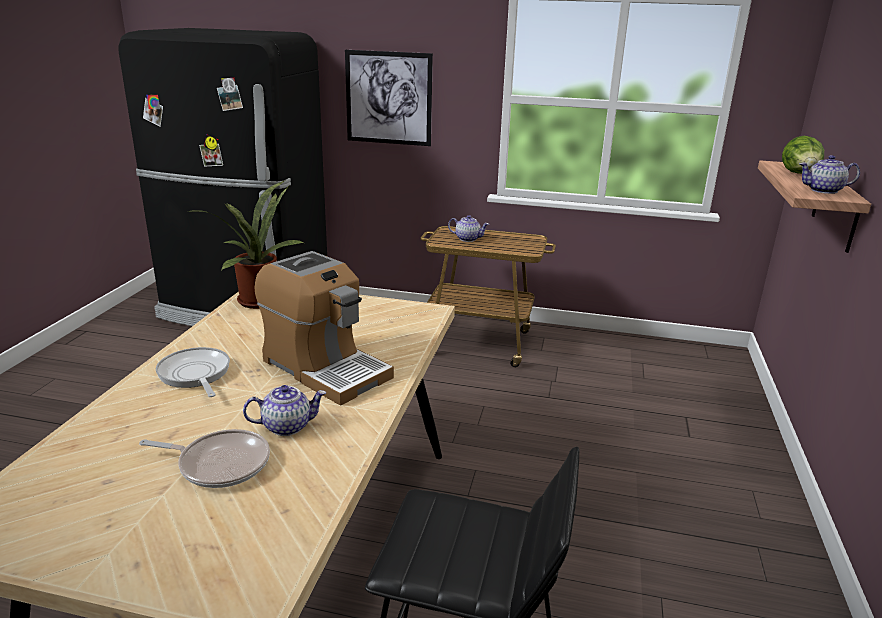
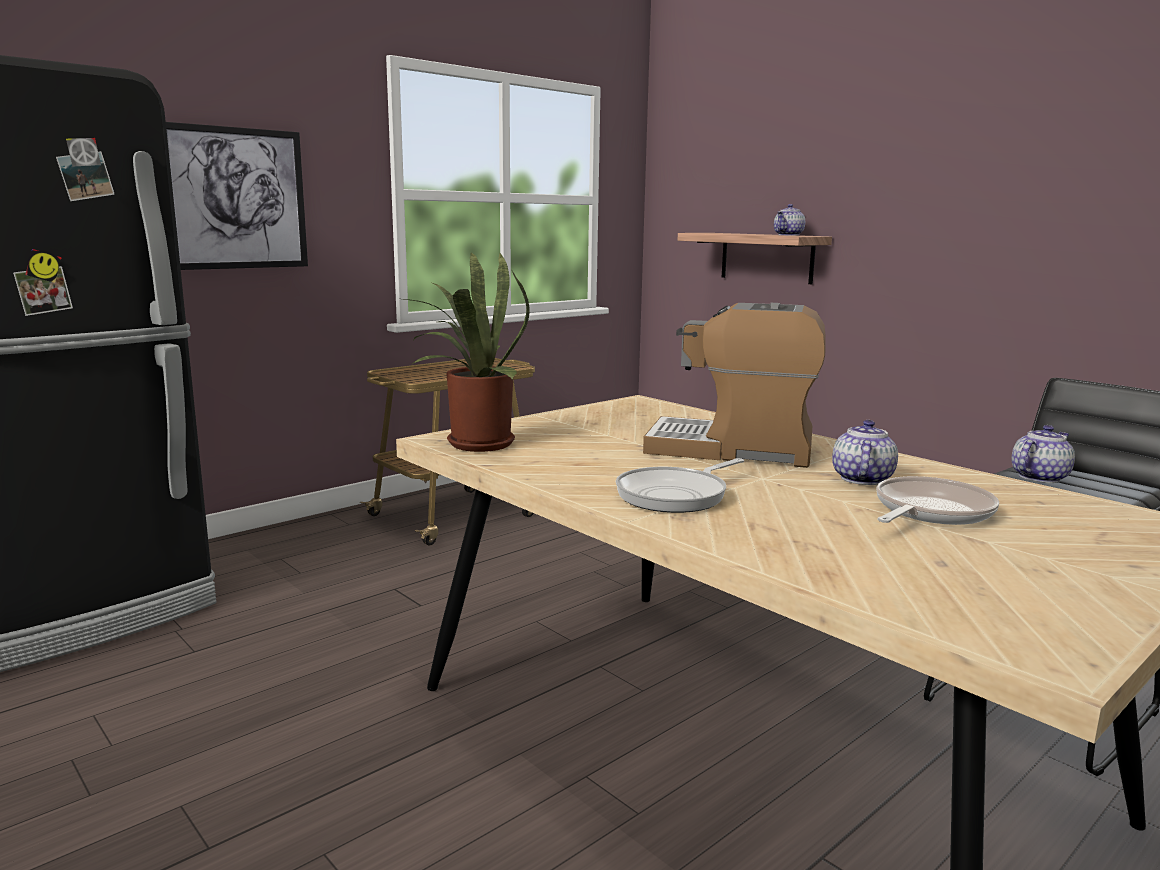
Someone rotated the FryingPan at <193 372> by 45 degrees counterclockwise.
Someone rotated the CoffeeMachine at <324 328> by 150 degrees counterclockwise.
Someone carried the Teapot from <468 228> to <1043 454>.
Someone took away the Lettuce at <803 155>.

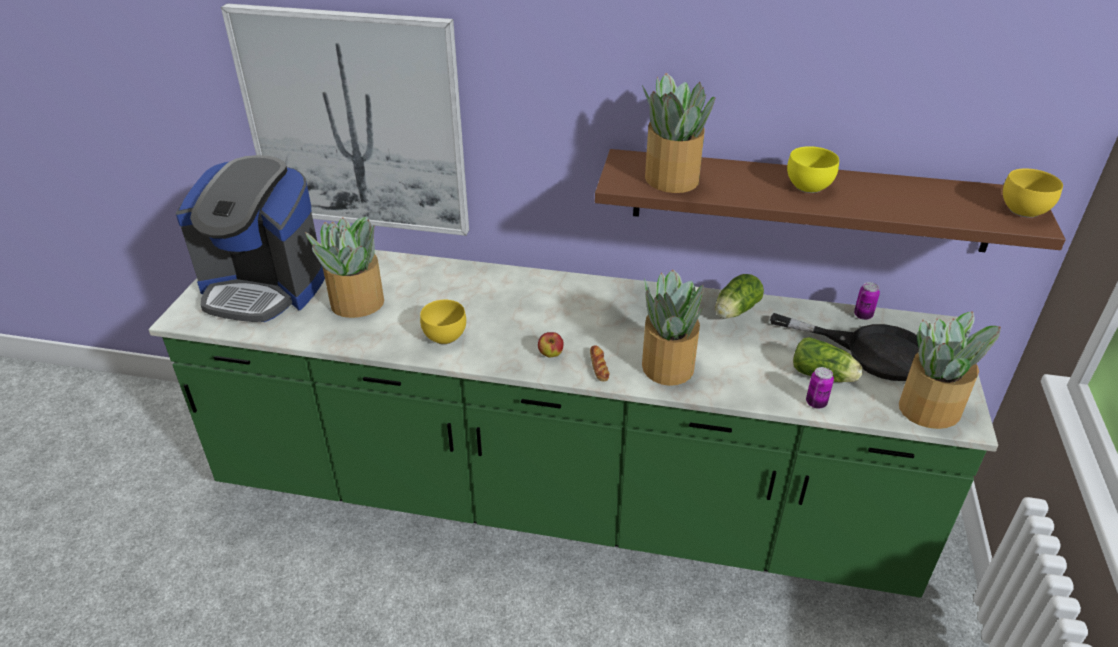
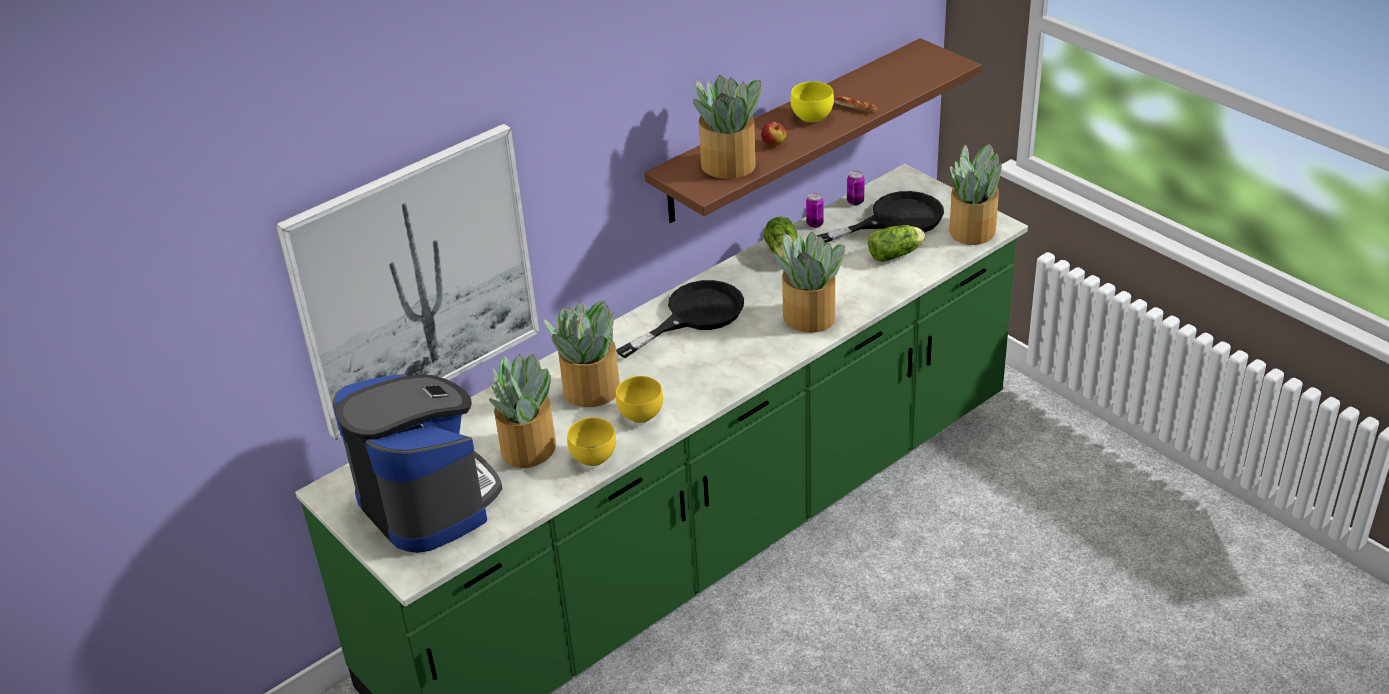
Someone rotated the CoffeeMachine at <250 238> by 90 degrees counterclockwise.
Someone put down the PottedPlant at <581 354>.
Someone carried the YellowBowl from <1033 193> to <591 442>.
Someone put down the BlackFryingPan at <680 319>.
Someone carried the Apple from <551 345> to <774 134>.
Someone carried the Can from <820 388> to <815 210>.
Someone carried the Bread from <599 363> to <855 104>.

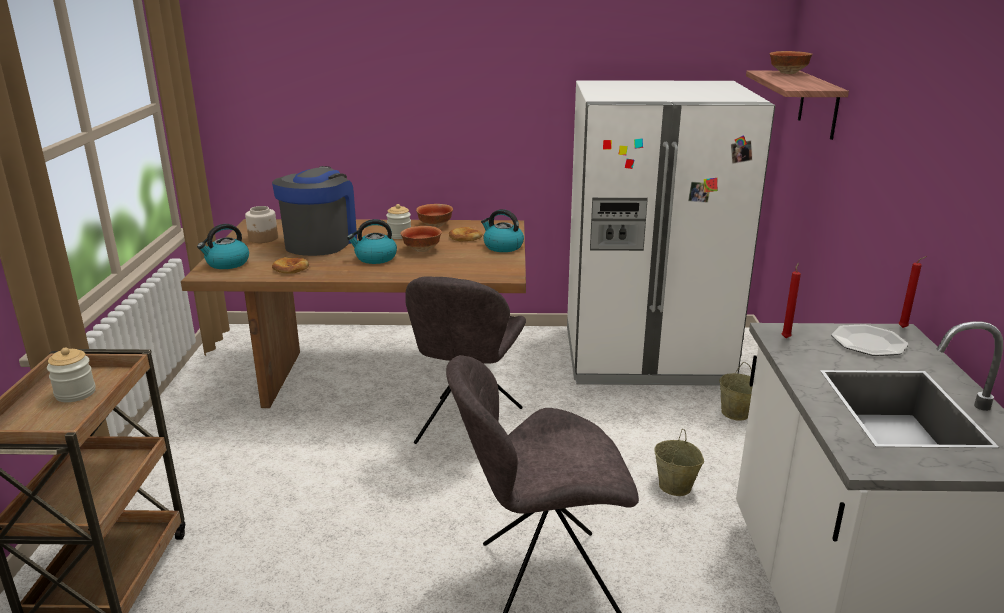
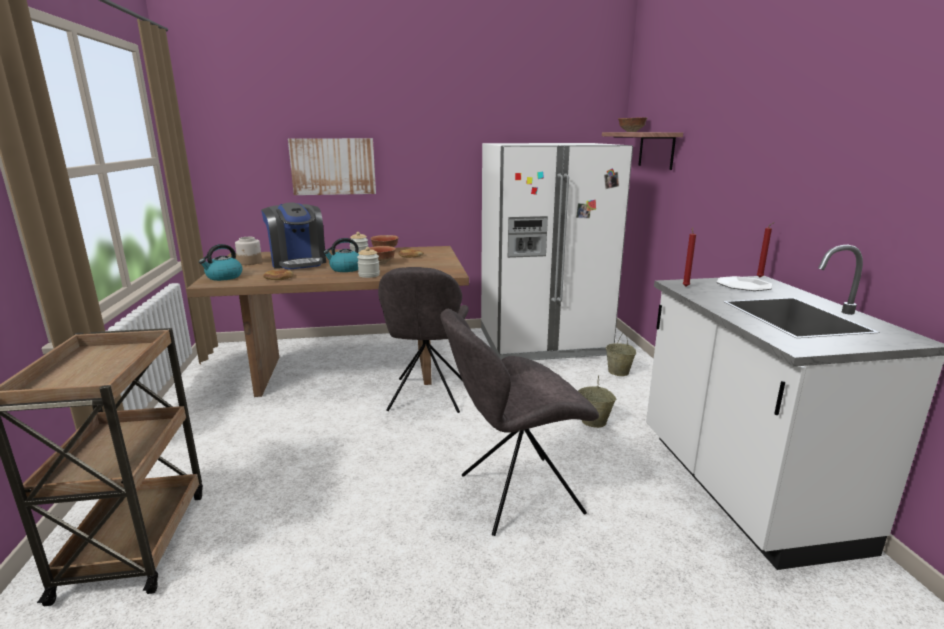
Someone rotated the CoffeeMachine at <314 211> by 150 degrees clockwise.
Someone put up the Picture at <332 166>.
Someone carried the Jar from <71 375> to <368 262>.
Someone took away the Kettle at <502 230>.

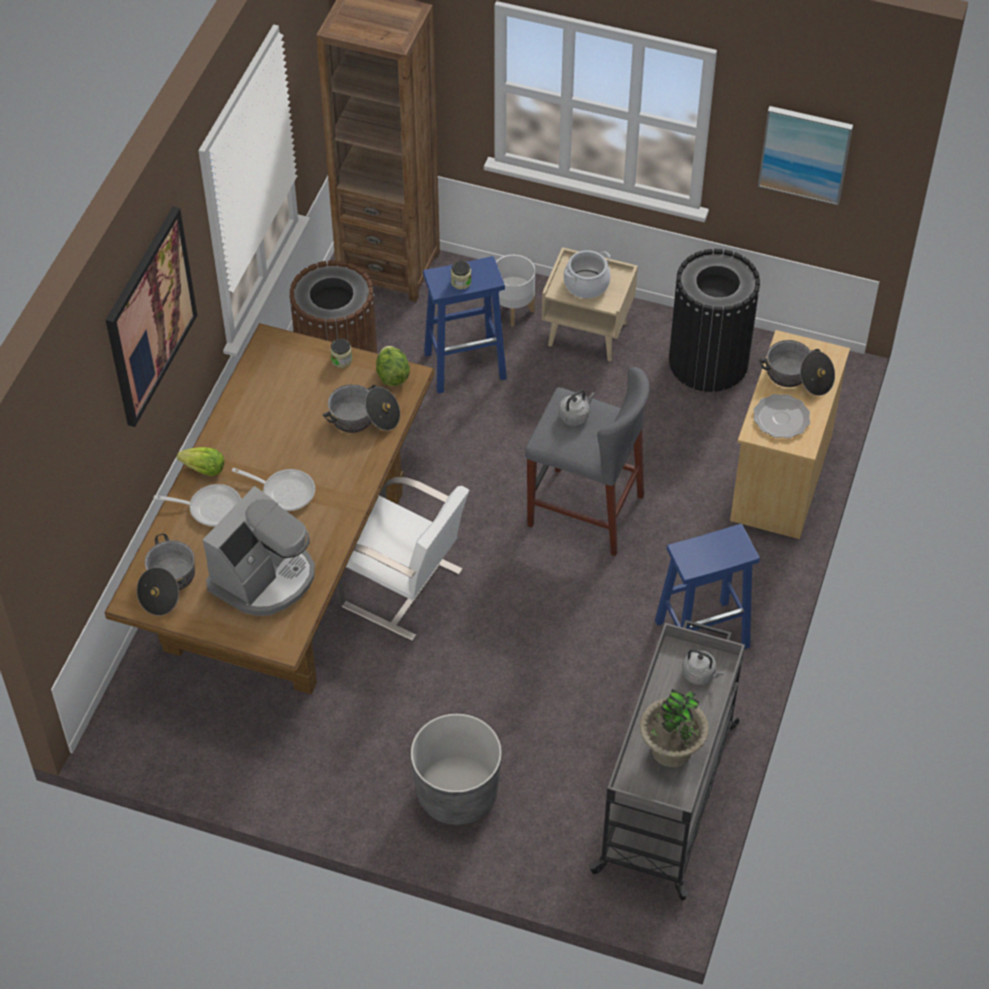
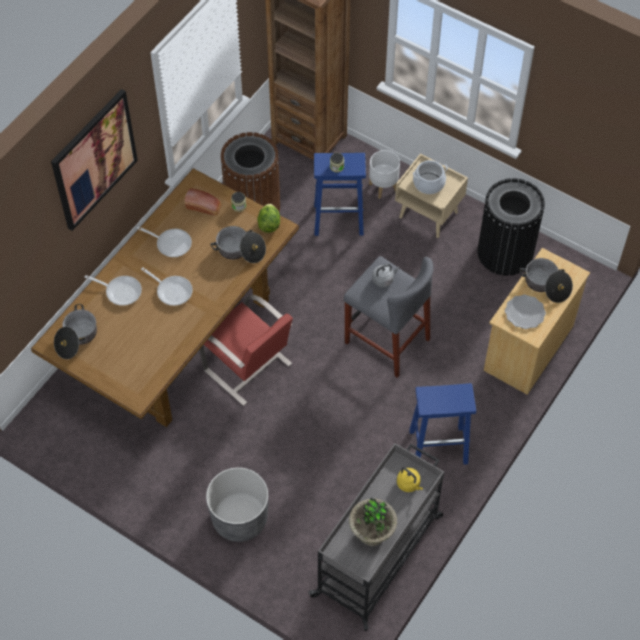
Someone put down the FryingPan at <164 241>.
Someone put down the Bread at <203 202>.
Someone repainted the WhiteChair at <402 559>, which became the RedChair at <246 350>.
Someone repainted the GreyKettle at <703 667>, which became the YellowKettle at <410 480>.
Someone took away the Lettuce at <201 461>.
Someone took away the CoffeeMachine at <259 551>.
Someone took away the Picture at <805 155>.

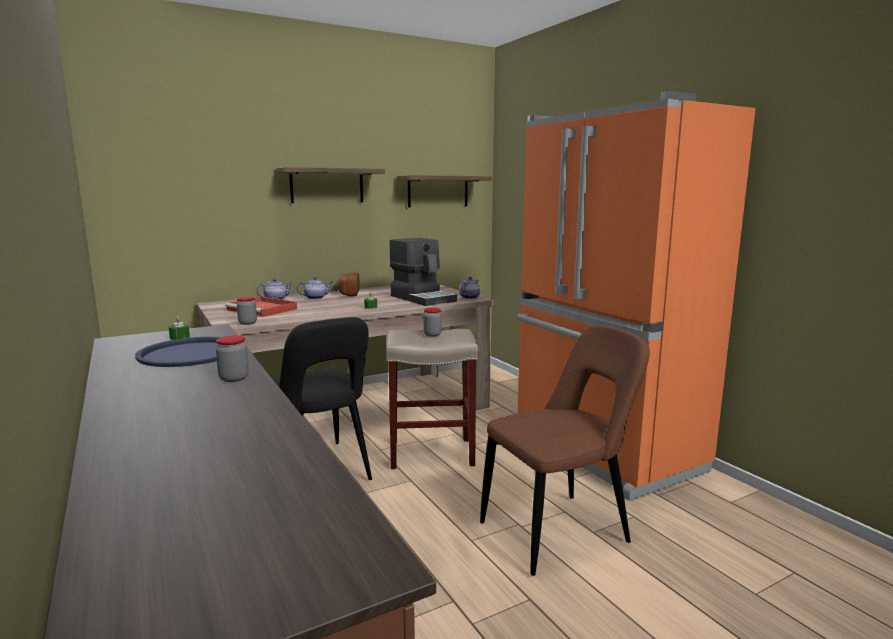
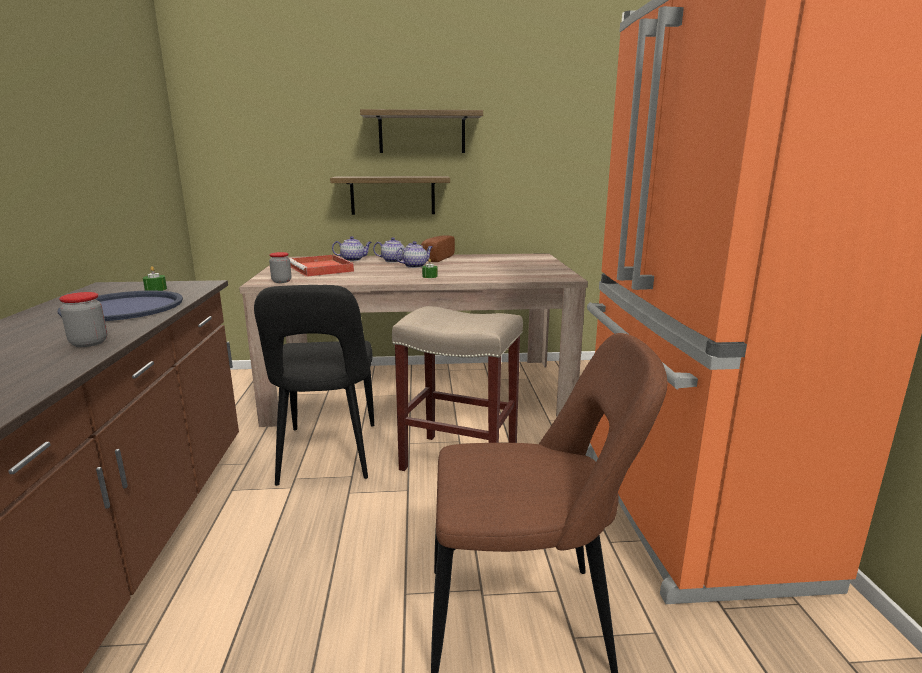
Someone carried the Shelf from <444 191> to <390 195>.
Someone carried the Teapot from <470 288> to <414 254>.
Someone took away the CoffeeMachine at <423 272>.
Someone took away the Jar at <432 322>.

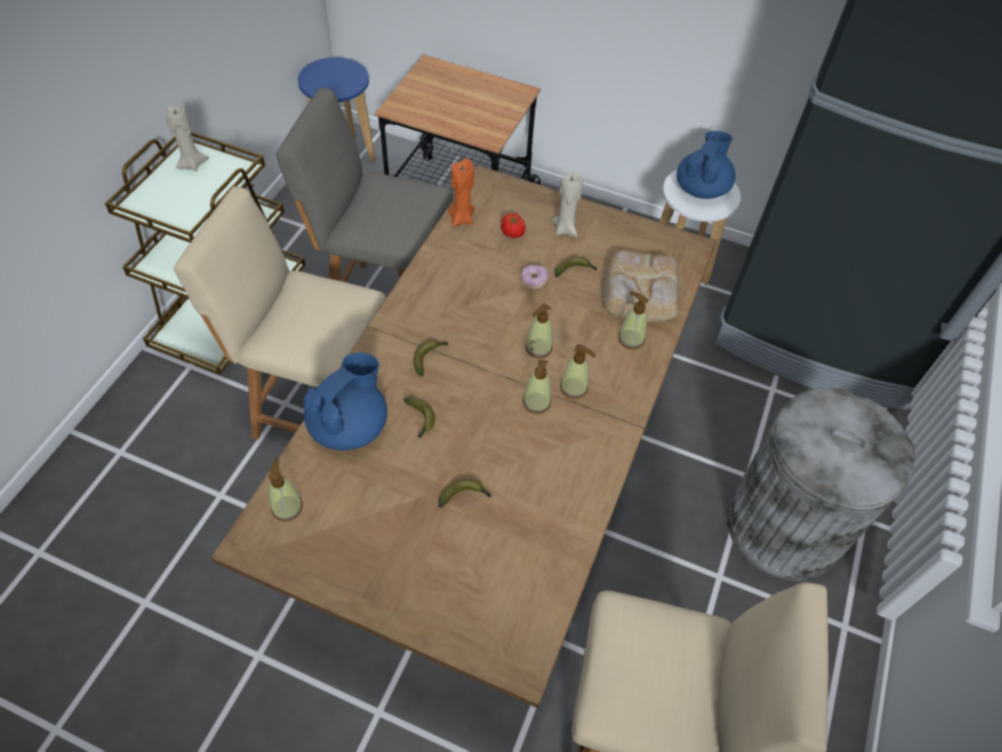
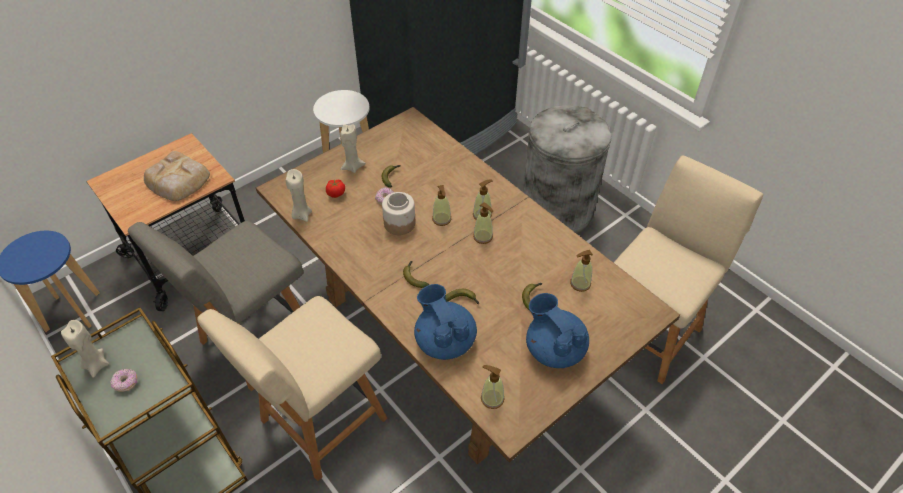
Someone put down the Donut at <124 380>.
Someone carried the Bread from <640 286> to <177 176>.
Someone repainted the OrangeCandle at <461 192>, which became the BeigeCandle at <299 195>.
Someone put down the Jar at <399 213>.
Someone carried the BlueTeapot from <706 165> to <557 330>.
Someone carried the SoapDispenser from <633 320> to <581 271>.

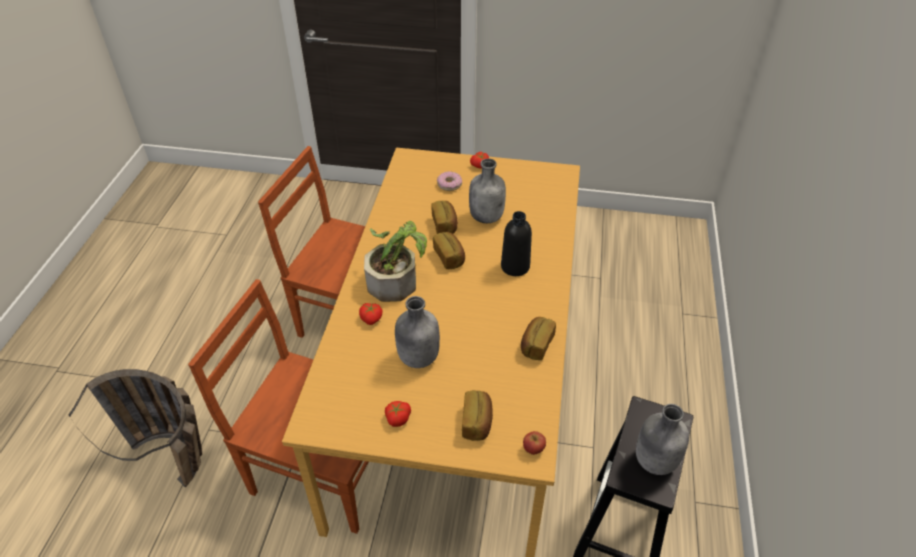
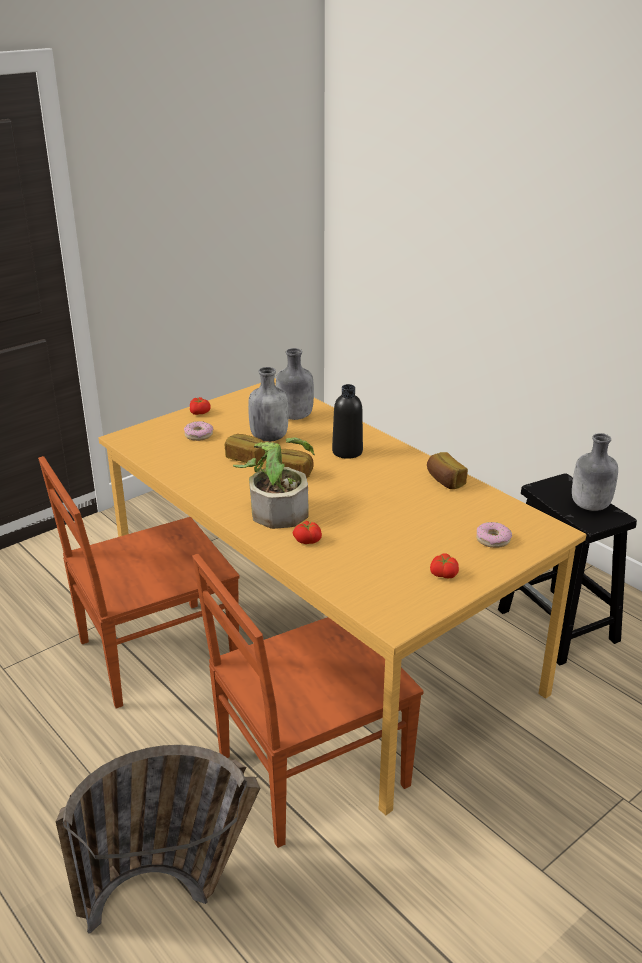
Someone carried the GreyBottle from <417 332> to <295 384>.
Someone swapped the Bread at <477 415> for the Donut at <494 535>.
Someone took away the Apple at <534 443>.

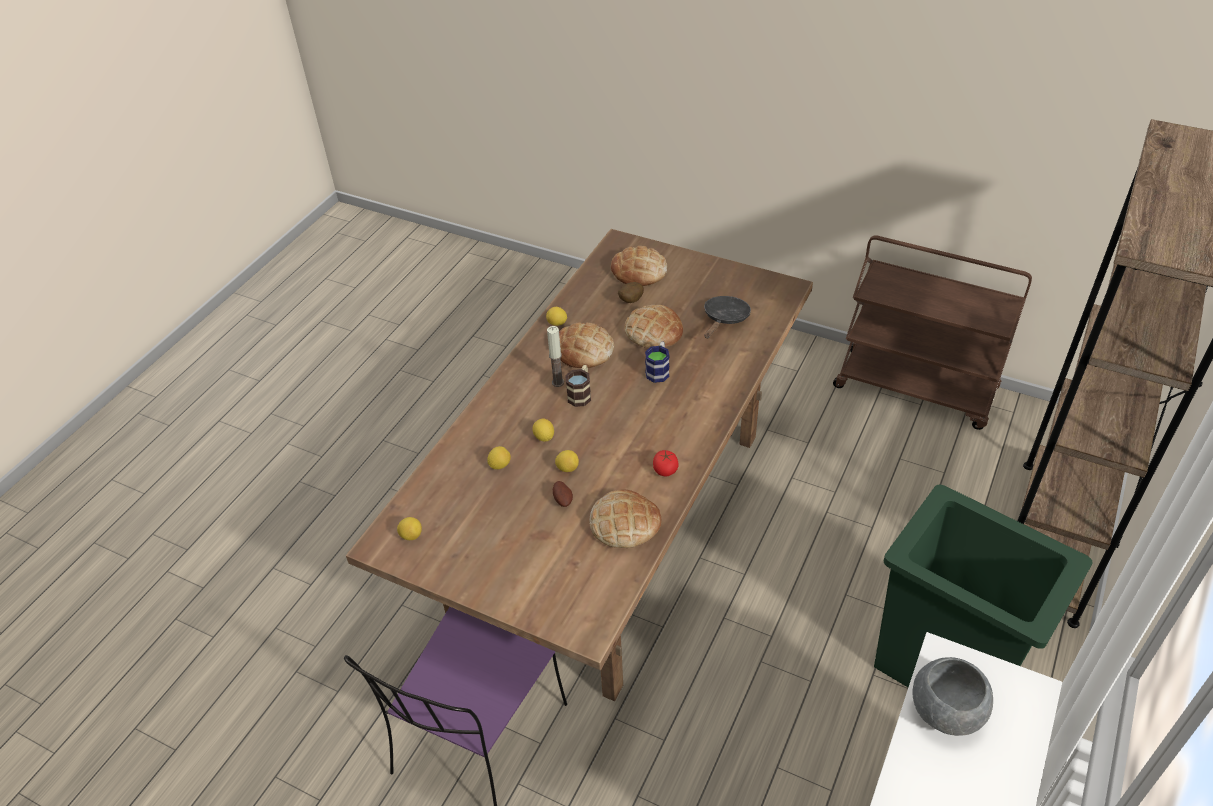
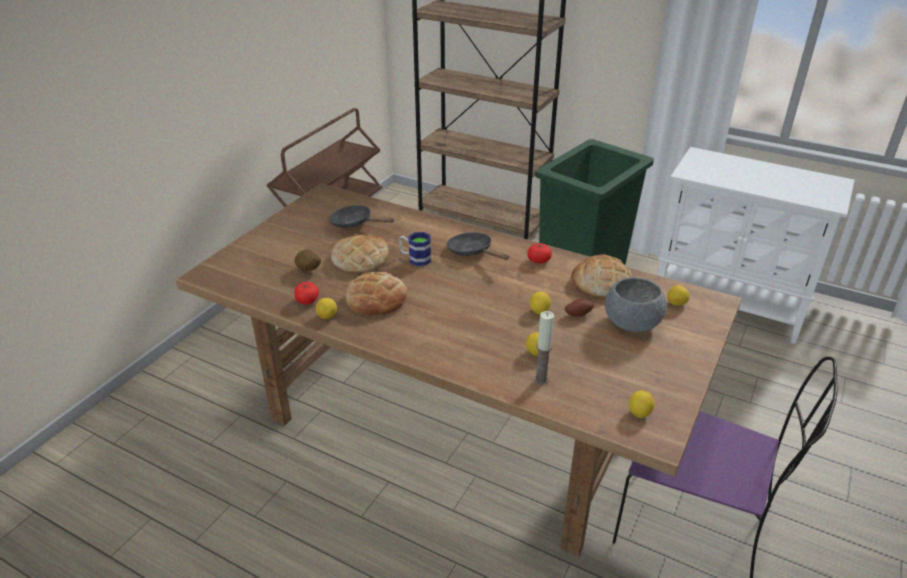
Someone put down the Tomato at <306 293>.
Someone put down the BlackFryingPan at <478 246>.
Someone carried the Candle from <555 356> to <544 348>.
Someone carried the GreyBowl from <952 696> to <636 304>.
Someone carried the Lemon from <543 430> to <678 295>.
Someone took away the Mug at <578 386>.
Someone took away the Bread at <639 266>.

